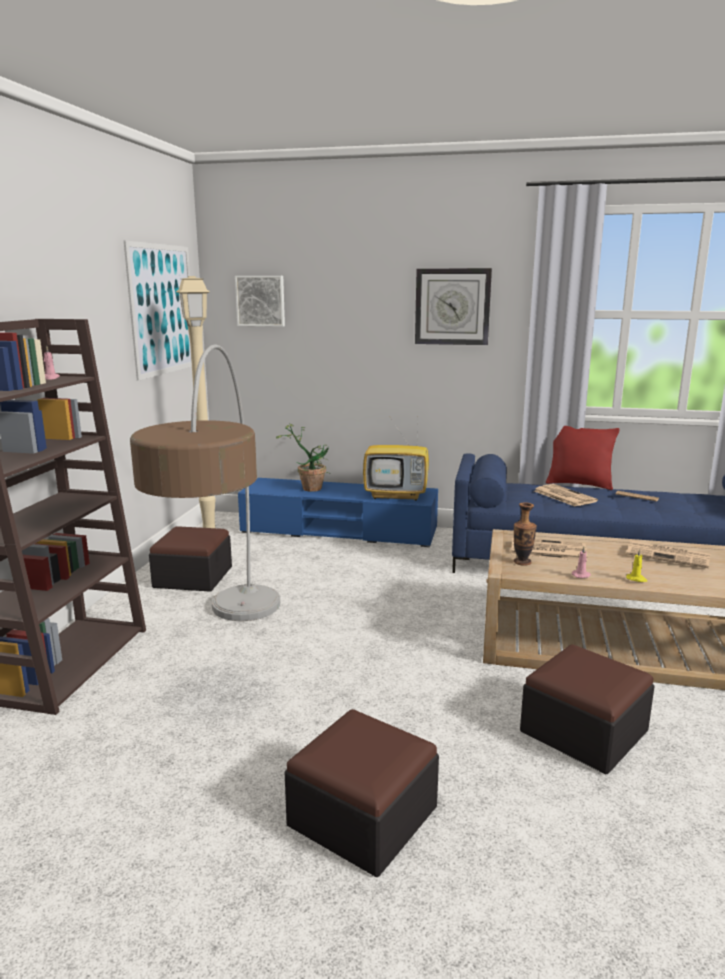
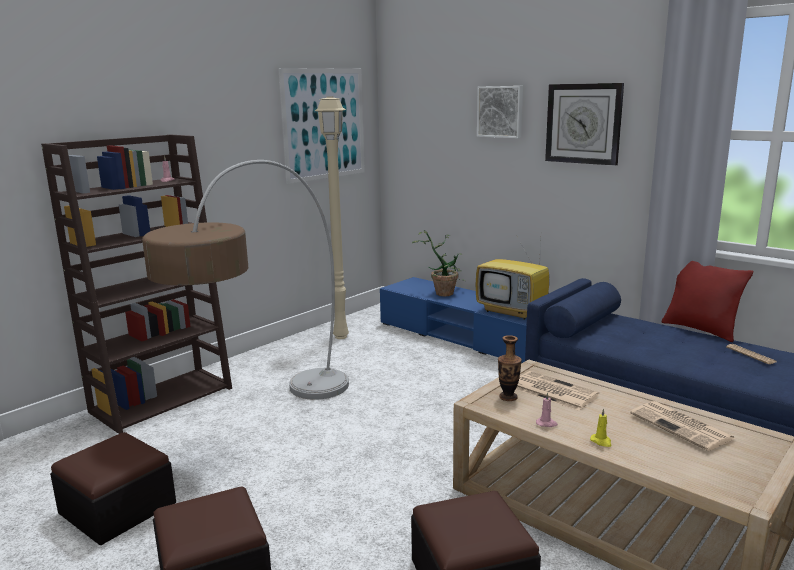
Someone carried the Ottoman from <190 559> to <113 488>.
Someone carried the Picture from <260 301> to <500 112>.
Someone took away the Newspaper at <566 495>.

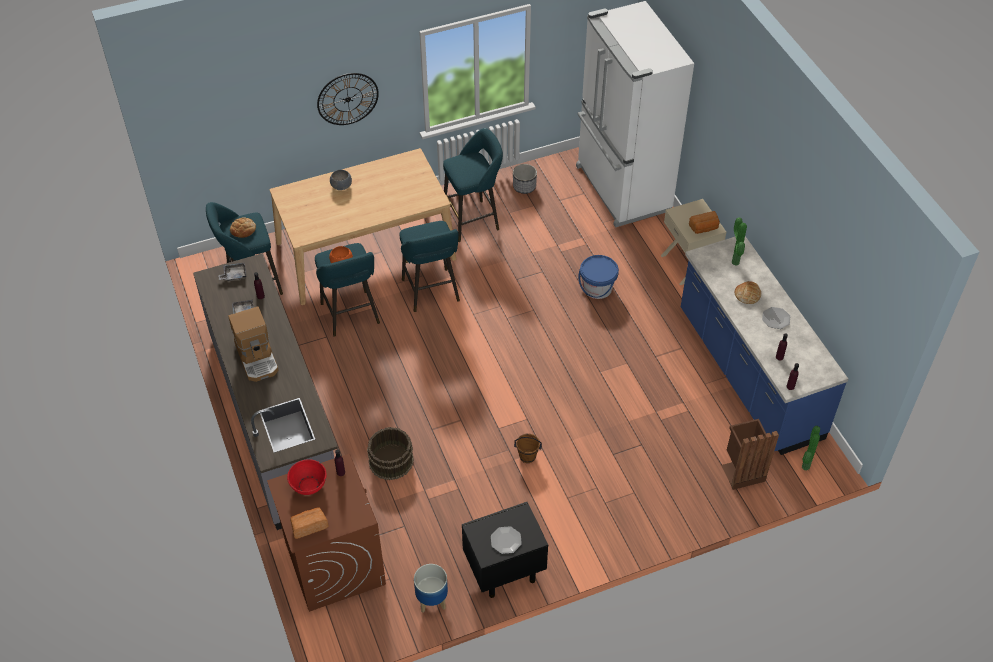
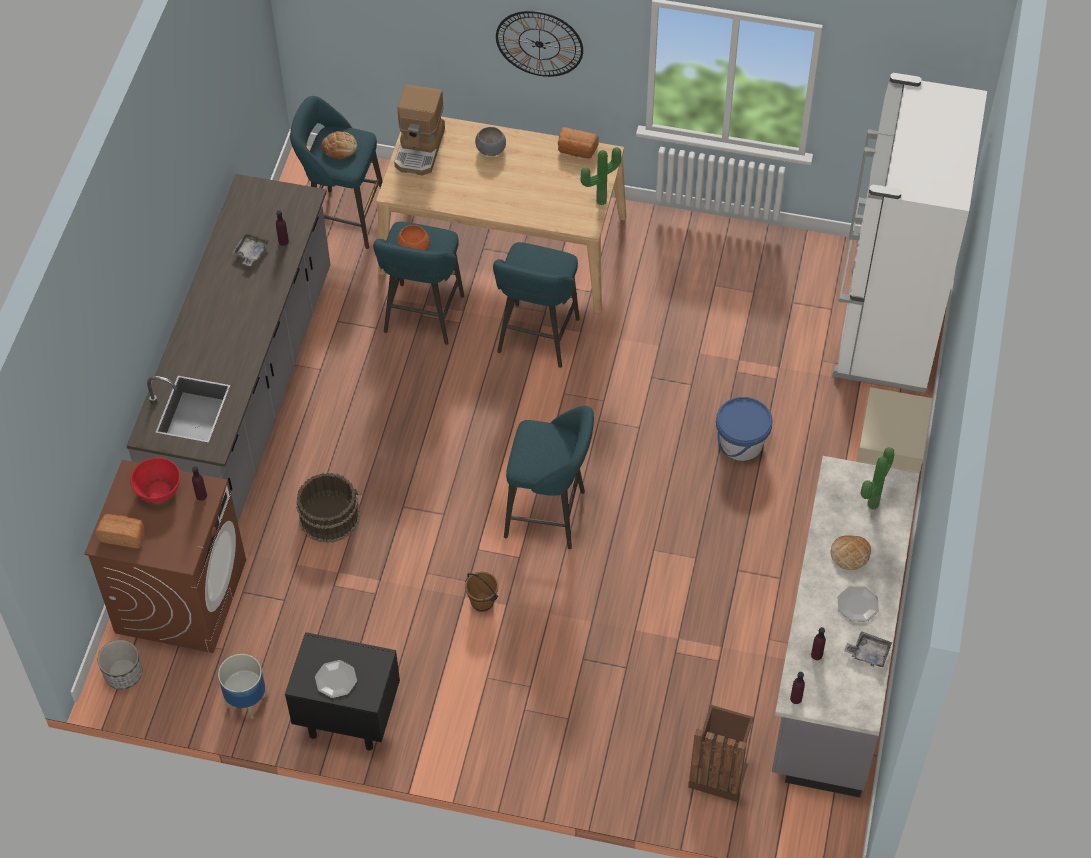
Someone carried the Planter from <525 179> to <120 664>.
Someone carried the CoffeeMachine from <253 344> to <419 129>.
Someone carried the TurquoiseStool from <473 185> to <549 477>.
Someone carried the Bread from <704 222> to <578 142>.
Someone carried the PottedPlant from <811 448> to <600 176>.
Someone repainted the BlueCounter at <764 345>, which became the GreyCounter at <845 626>.
Someone carried the GreyTray from <232 271> to <868 649>.

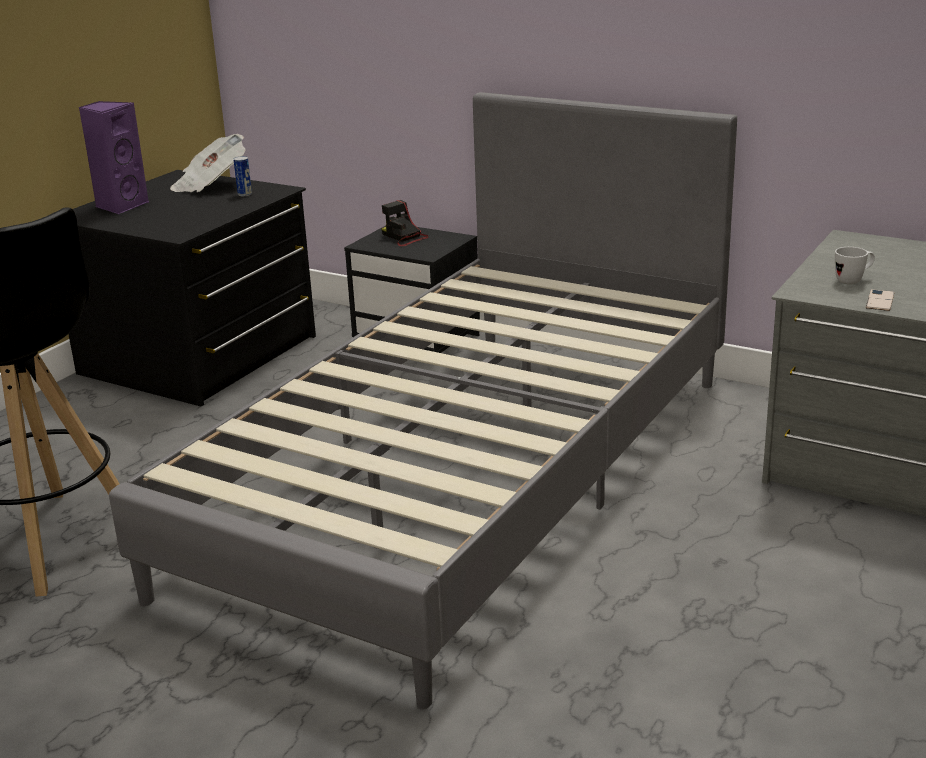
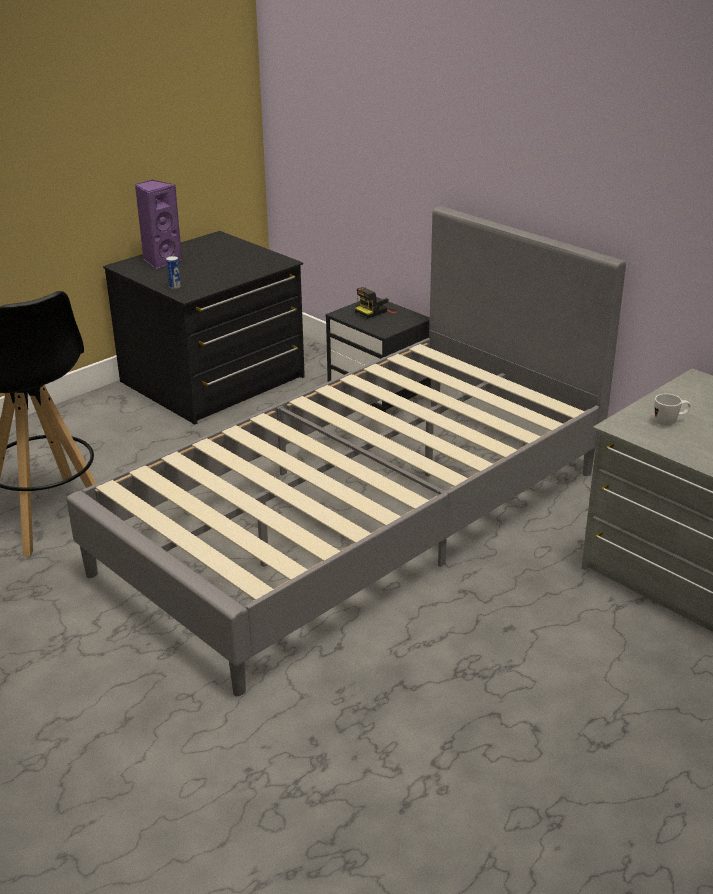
Someone carried the Can from <243 176> to <173 272>.
Someone rotated the PhotoCamera at <405 223> by 105 degrees counterclockwise.
Someone took away the Newspaper at <208 163>.
Someone took away the Phone at <880 300>.

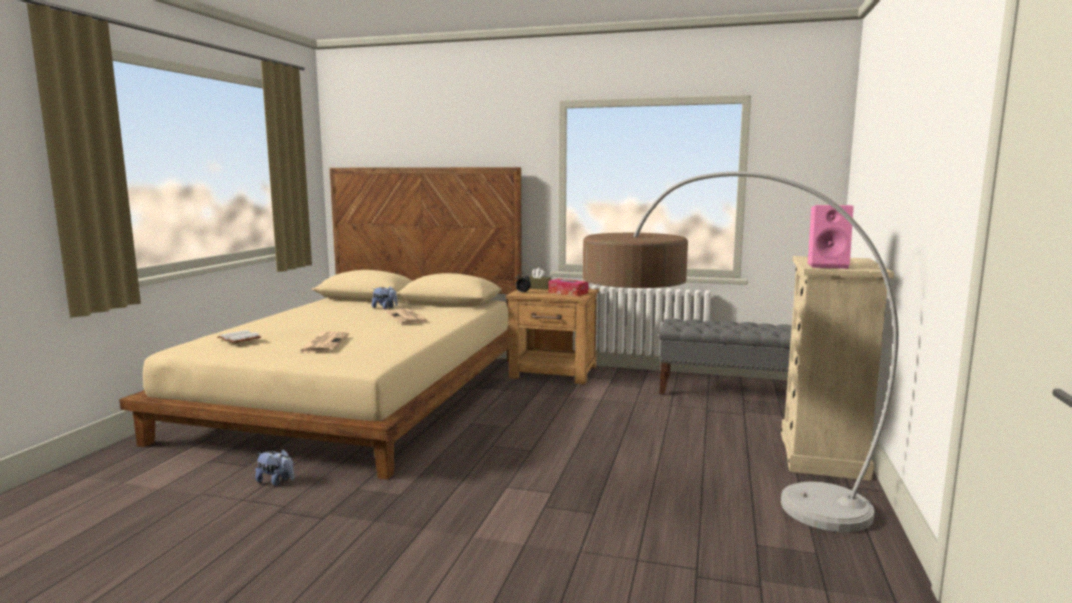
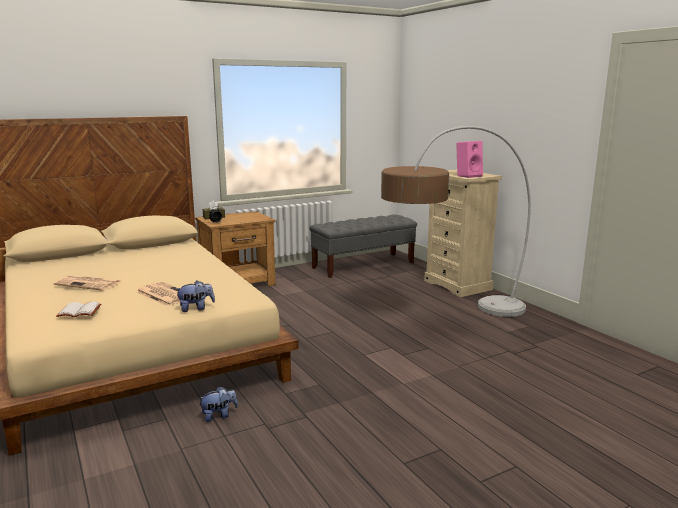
Someone carried the Newspaper from <407 316> to <87 283>.
Someone carried the PlushToy from <385 297> to <195 296>.
Someone took away the TissueBox at <568 287>.

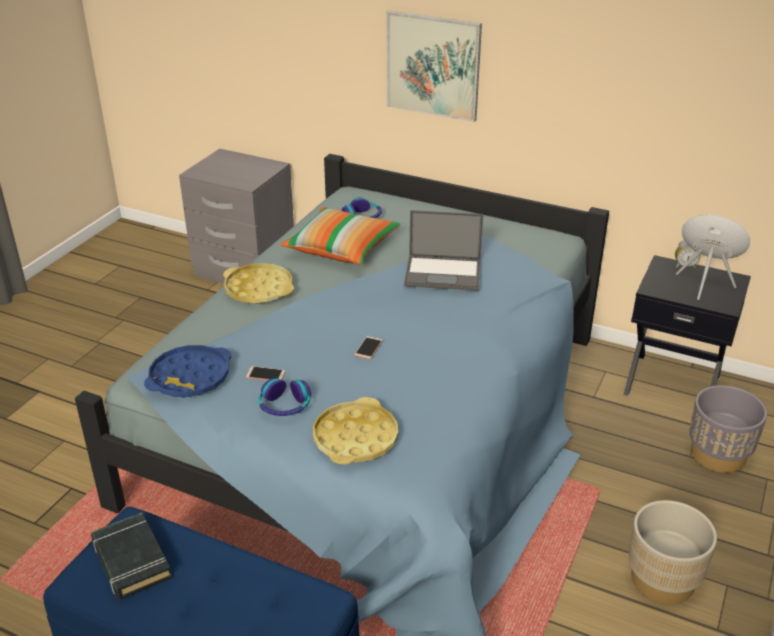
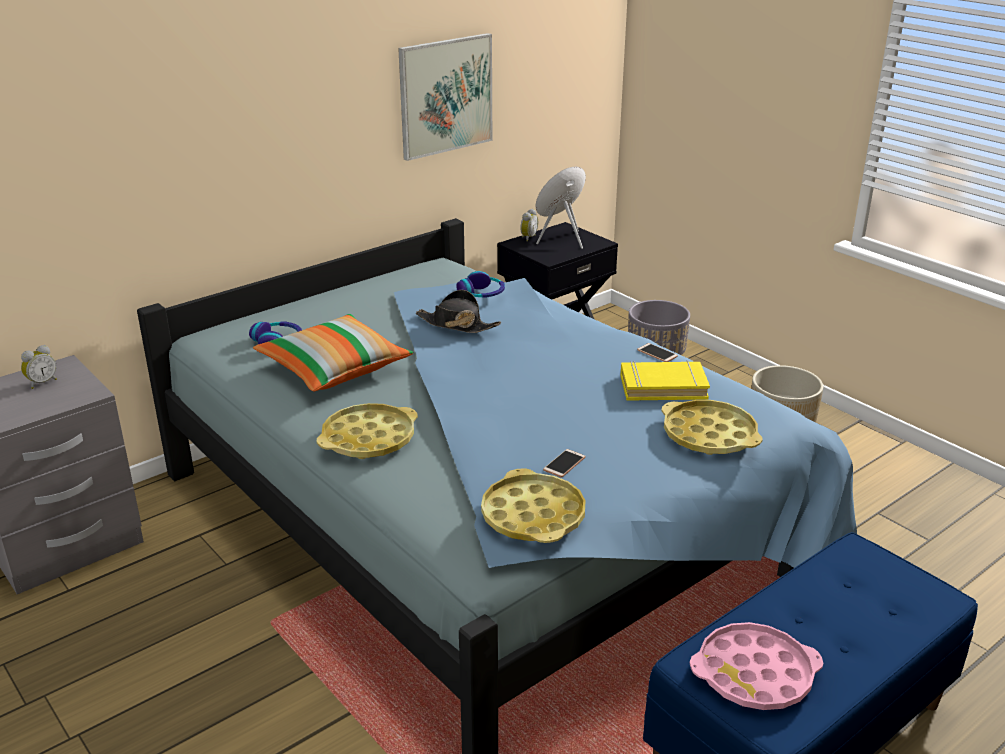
Someone put down the AlarmClock at <39 367>.
Someone carried the Picture from <434 66> to <445 97>.
Someone swapped the Laptop at <443 250> for the BlackHat at <458 311>.
Someone carried the Headphones from <284 397> to <480 284>.
Someone repainted the BlueTray at <187 371>, which became the YellowTray at <533 505>.
Someone put down the YellowBook at <665 380>.
Someone carried the Phone from <368 348> to <657 352>.
Someone swapped the BlackBook at <131 556> for the PinkTray at <756 666>.

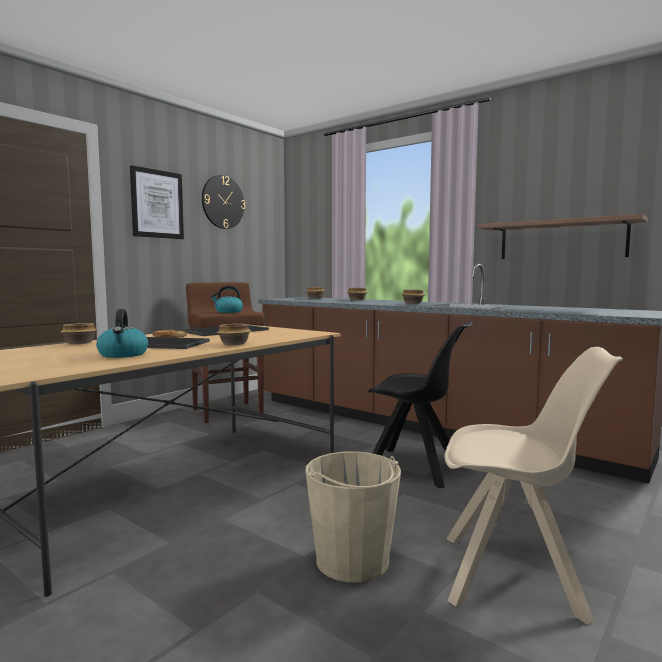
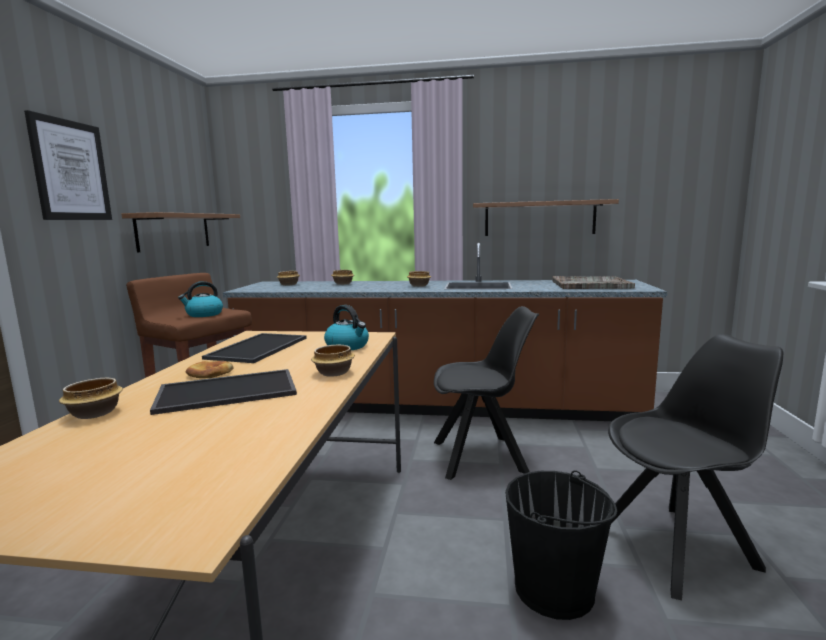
Someone put up the Shelf at <180 232>.
Someone carried the Kettle from <122 333> to <346 327>.
Someone repainted the BeigeBucket at <353 517>, which became the BlackBucket at <561 545>.
Someone put down the GreyTray at <593 282>.
Someone repainted the BeigeChair at <533 485>, which became the BlackChair at <695 467>.
Someone took away the WallClock at <223 202>.

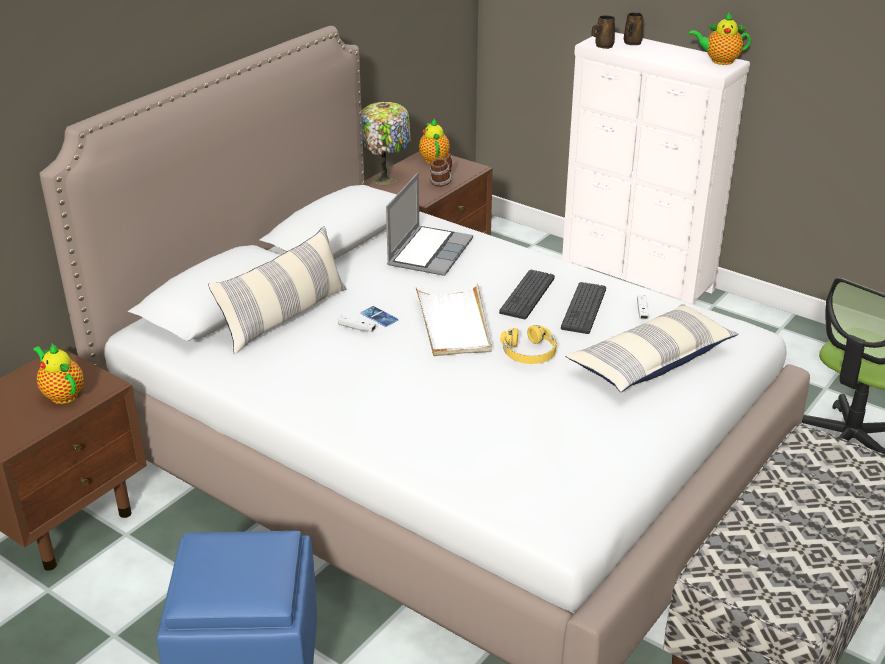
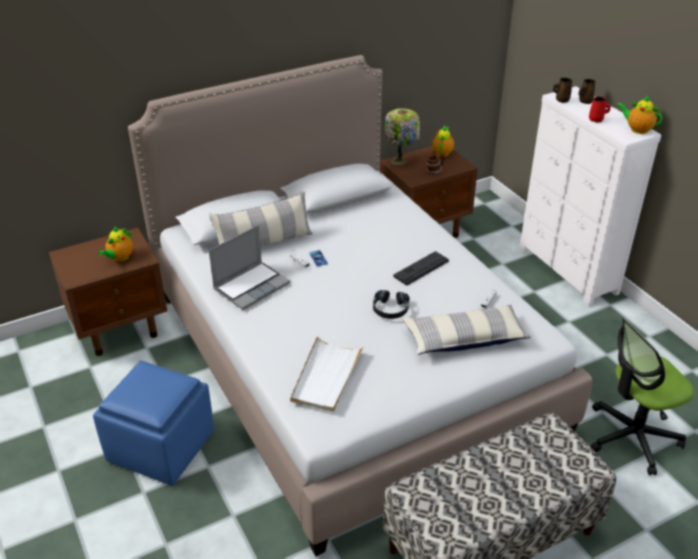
Someone rotated the Teapot at <58 373> by 135 degrees counterclockwise.
Someone carried the Laptop from <429 224> to <249 267>.
Someone carried the WhiteTray from <453 319> to <327 374>.
Someone repainted the YellowHeadphones at <528 344>, which became the BlackHeadphones at <391 304>.
Someone put down the RedMug at <600 109>.
Someone took away the Keyboard at <583 308>.

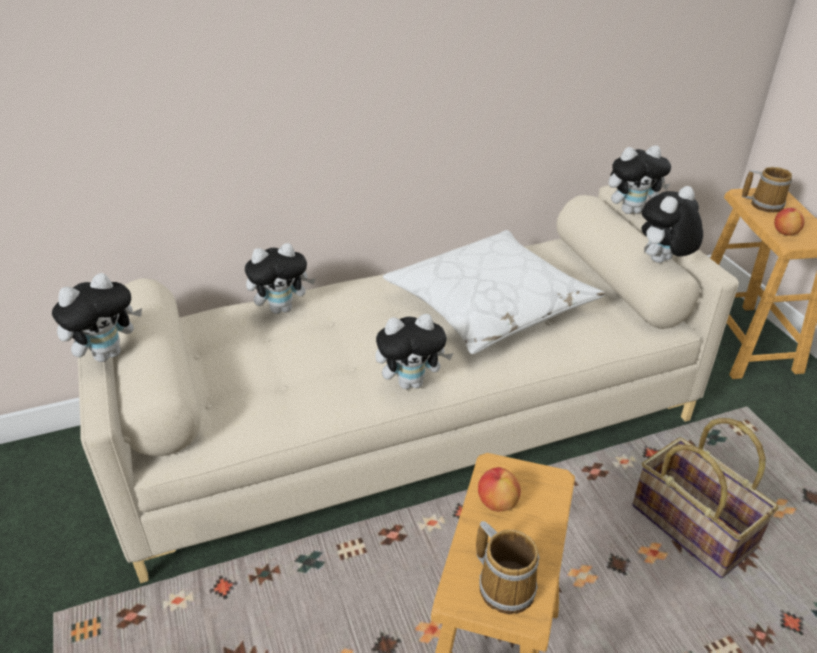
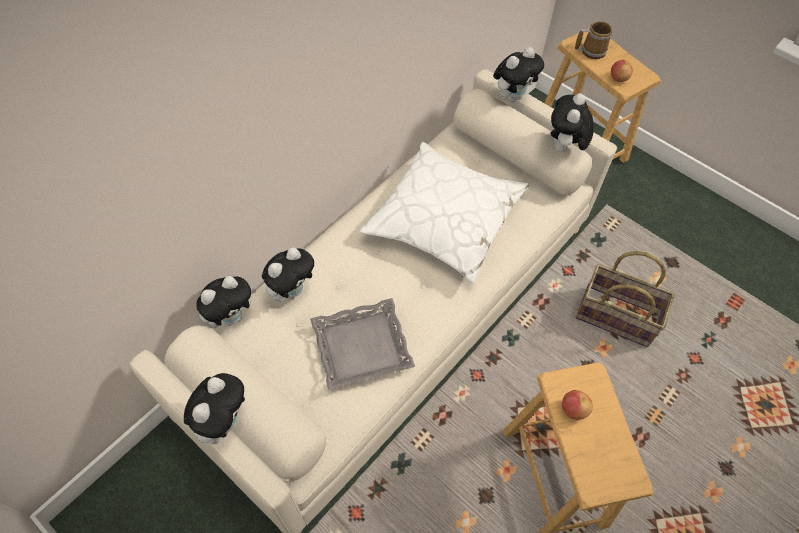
Someone carried the PlushToy from <414 351> to <226 302>.
Someone put down the GreyTray at <362 344>.
Someone took away the Mug at <508 567>.

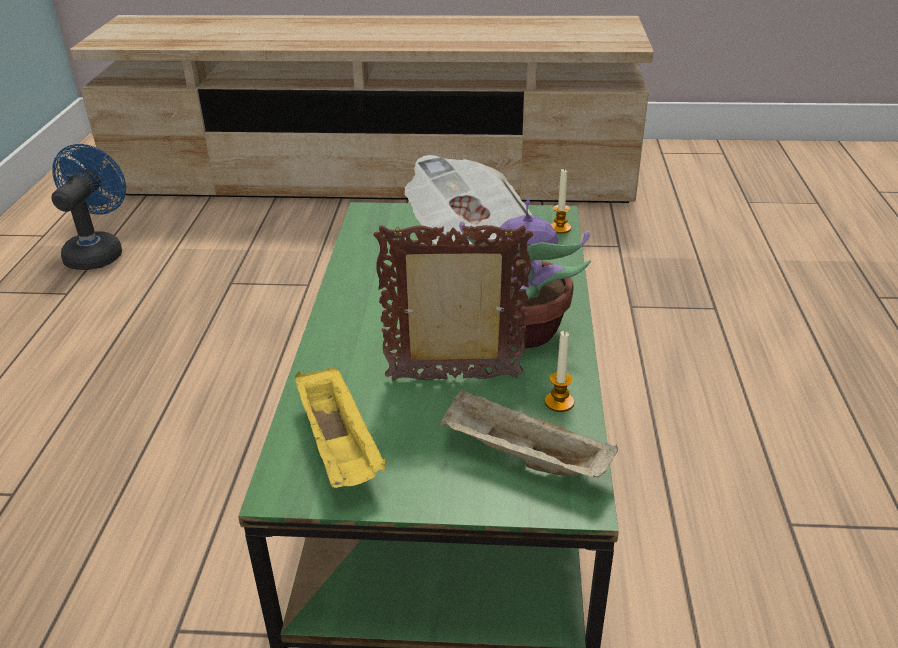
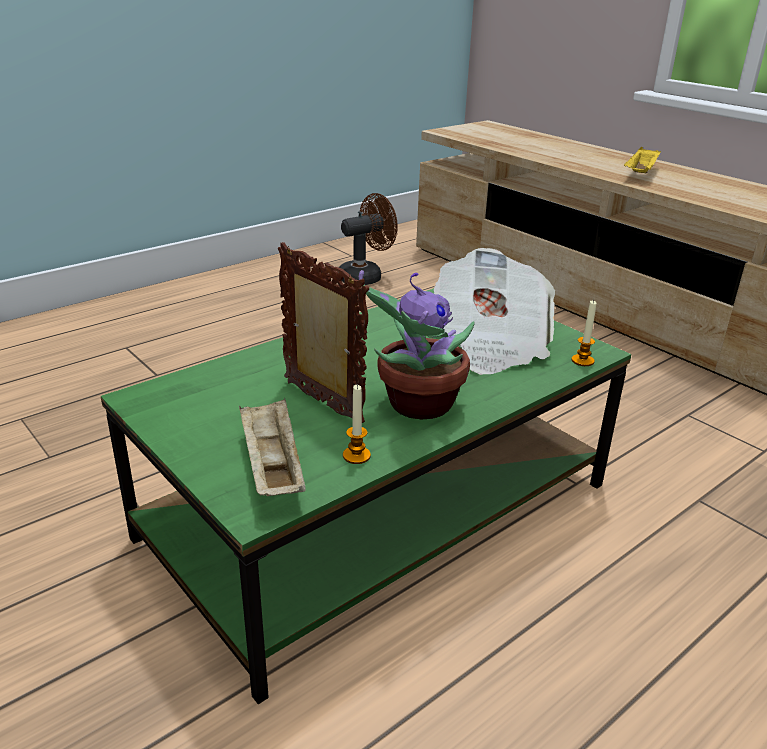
Someone repainted the BlueFan at <89 207>, which became the BrownFan at <368 239>.
Someone carried the YellowTray from <340 427> to <642 160>.

